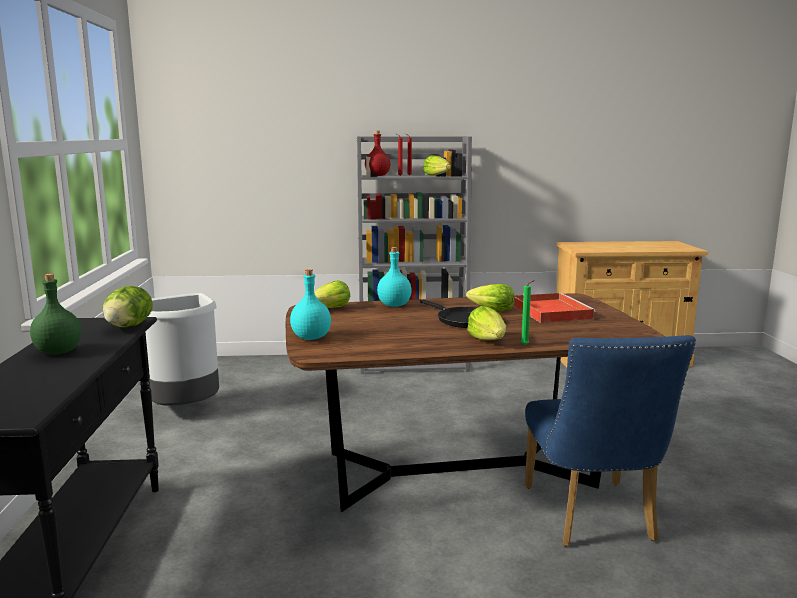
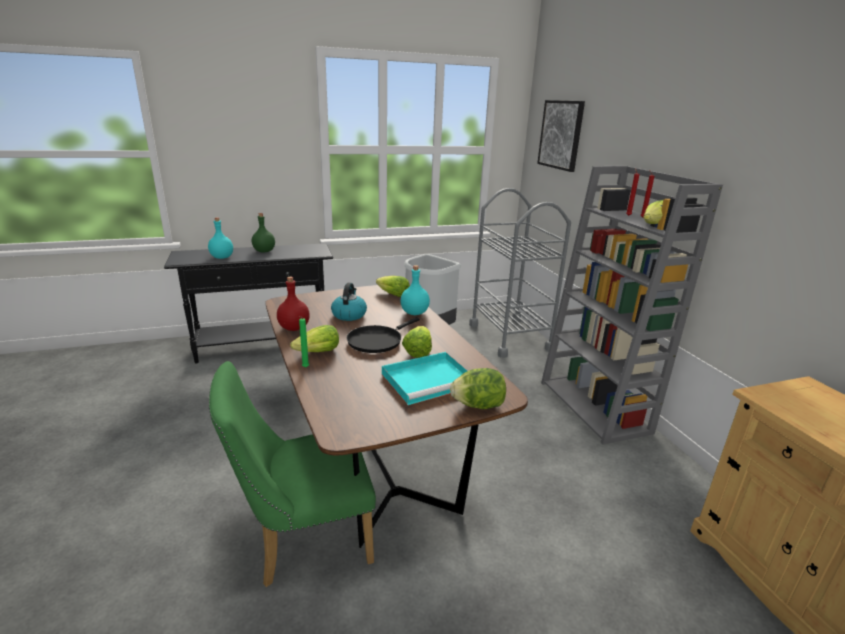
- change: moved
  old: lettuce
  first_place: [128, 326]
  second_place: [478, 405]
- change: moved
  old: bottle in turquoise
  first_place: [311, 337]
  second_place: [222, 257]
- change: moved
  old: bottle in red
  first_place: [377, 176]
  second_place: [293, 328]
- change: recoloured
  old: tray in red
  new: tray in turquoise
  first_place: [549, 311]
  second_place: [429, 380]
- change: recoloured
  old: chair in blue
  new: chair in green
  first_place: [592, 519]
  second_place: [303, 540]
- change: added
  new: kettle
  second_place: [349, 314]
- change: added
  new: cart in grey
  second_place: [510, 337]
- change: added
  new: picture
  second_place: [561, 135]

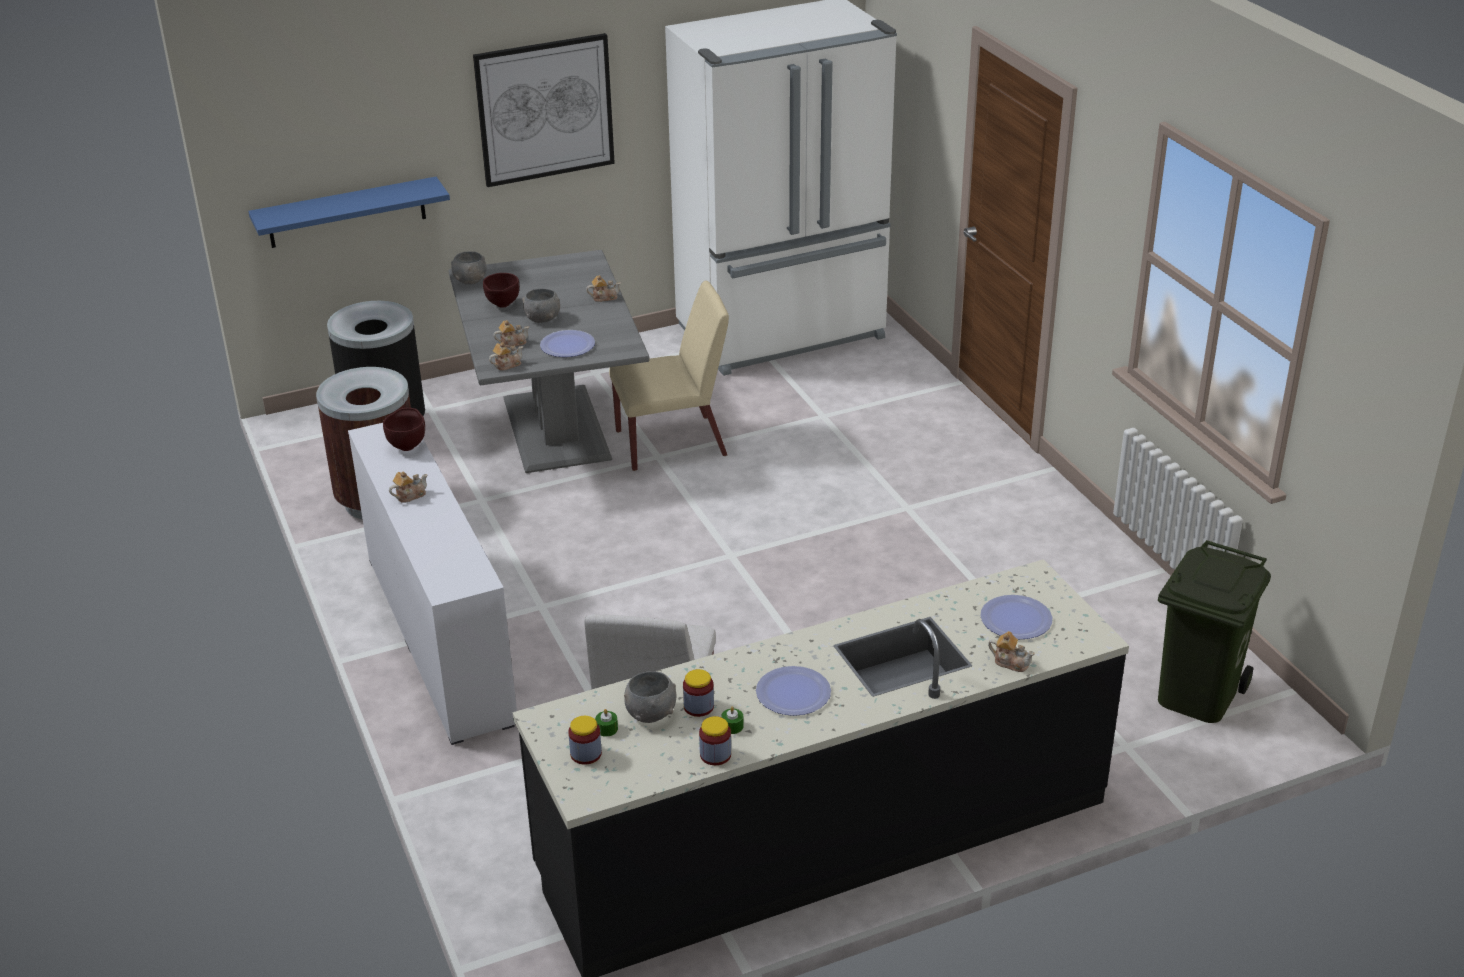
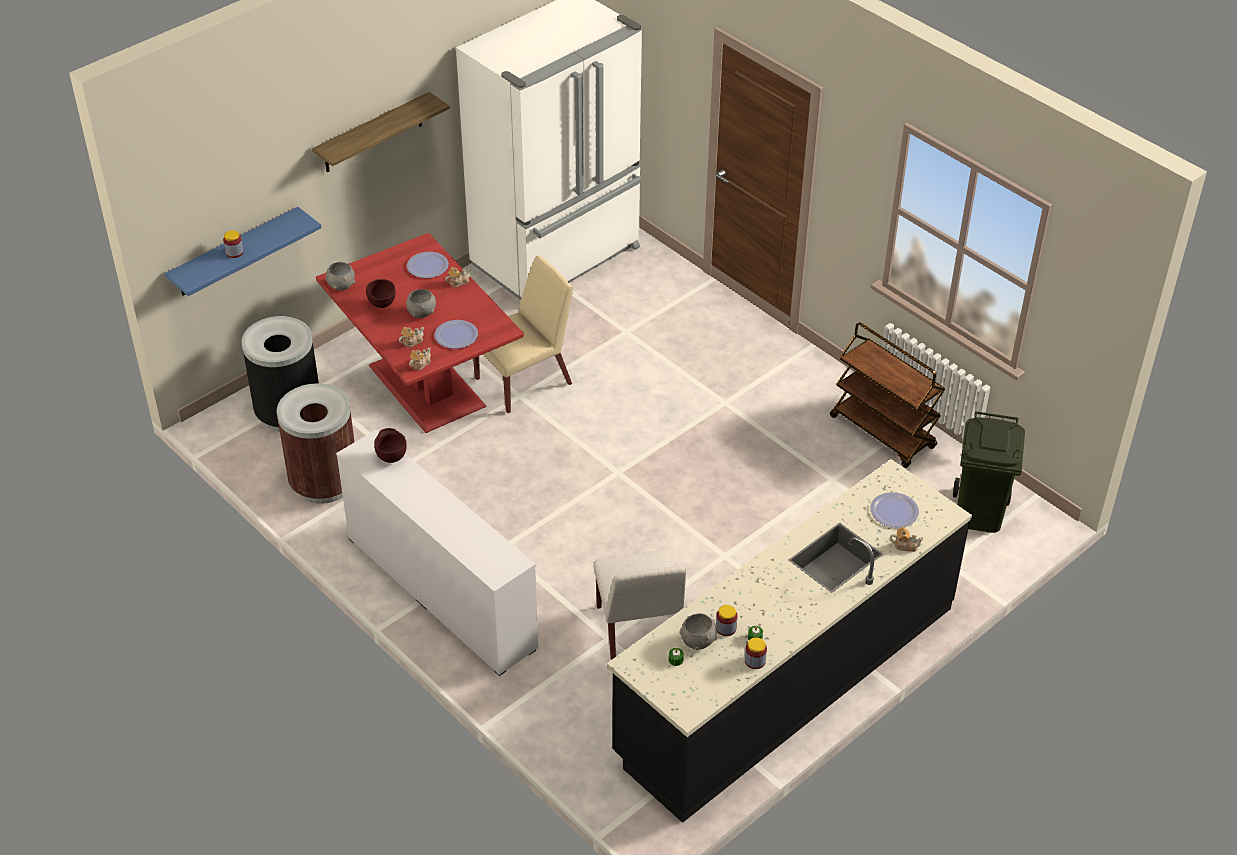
- change: removed
  old: teapot
  first_place: [410, 495]
- change: recoloured
  old: dining table in grey
  new: dining table in red
  first_place: [554, 429]
  second_place: [425, 386]
- change: replaced
  old: picture
  new: shelf
  first_place: [545, 109]
  second_place: [373, 133]
- change: moved
  old: jar
  first_place: [586, 754]
  second_place: [234, 252]
- change: moved
  old: plate
  first_place: [793, 692]
  second_place: [427, 266]
- change: added
  new: cart in brown
  second_place: [883, 432]

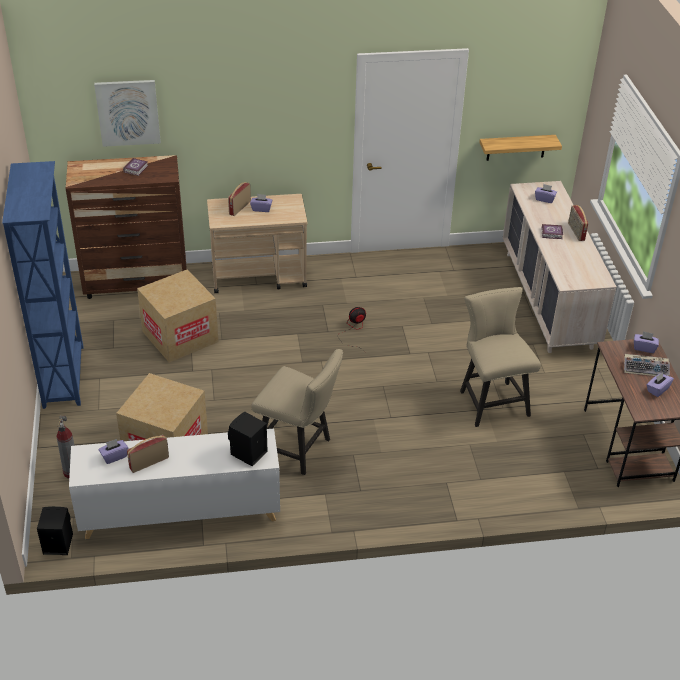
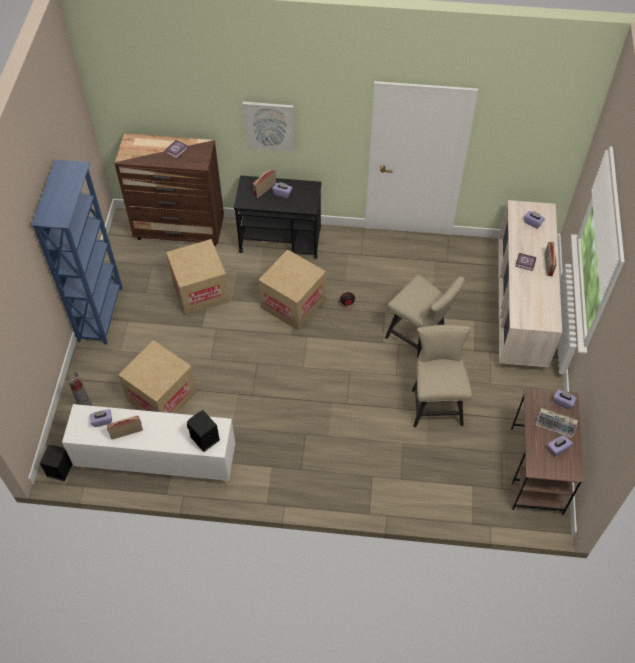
- change: moved
  old: picture
  first_place: [128, 112]
  second_place: [269, 125]
- change: recoloured
  old: cart in beige
  new: cart in black
  first_place: [259, 276]
  second_place: [281, 240]
- change: moved
  old: chair in beige
  first_place: [298, 449]
  second_place: [419, 337]
- change: removed
  old: shelf
  first_place: [516, 147]
- change: added
  new: cardboard box
  second_place: [293, 303]

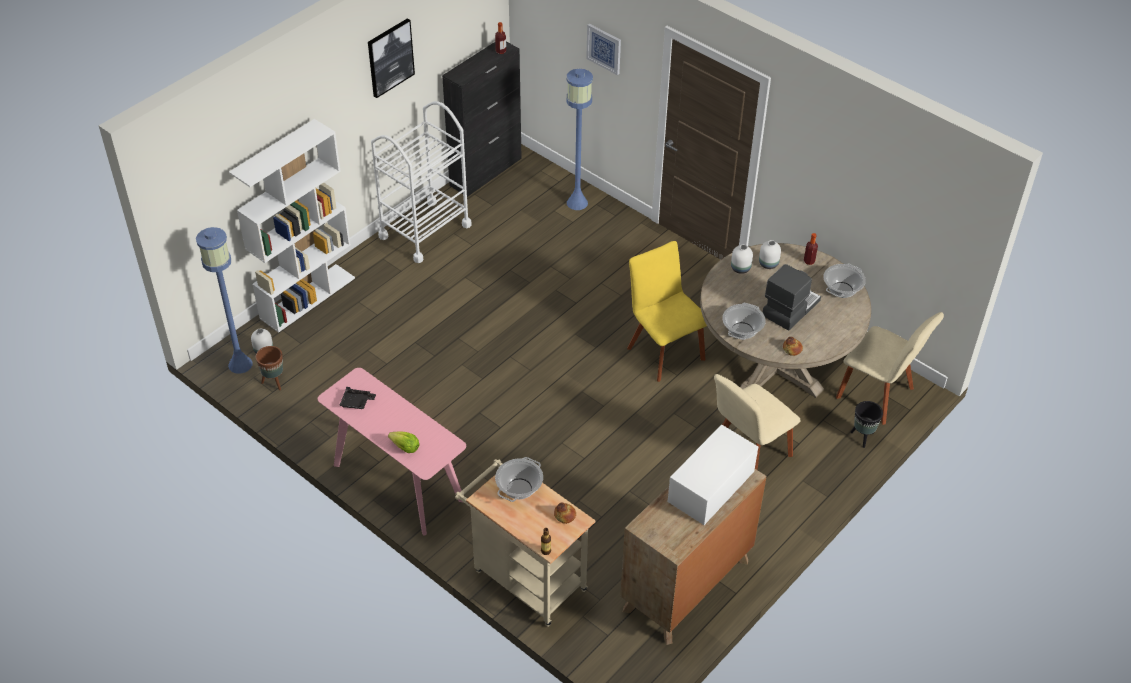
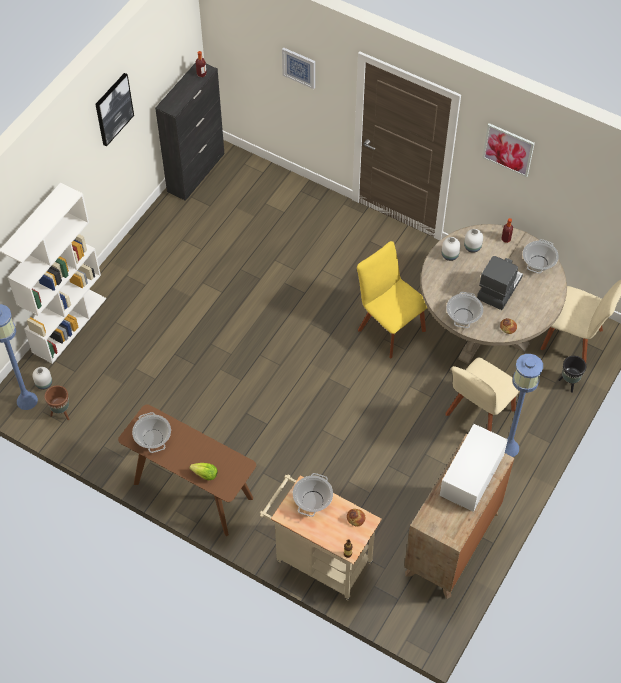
- change: recoloured
  old: console table in pink
  new: console table in brown
  first_place: [398, 482]
  second_place: [192, 491]
- change: replaced
  old: tray in black
  new: cooking pot
  first_place: [357, 402]
  second_place: [153, 438]
- change: removed
  old: cart in white
  first_place: [425, 231]
- change: moved
  old: floor lamp in blue
  first_place: [577, 203]
  second_place: [508, 447]
- change: added
  new: picture
  second_place: [508, 149]

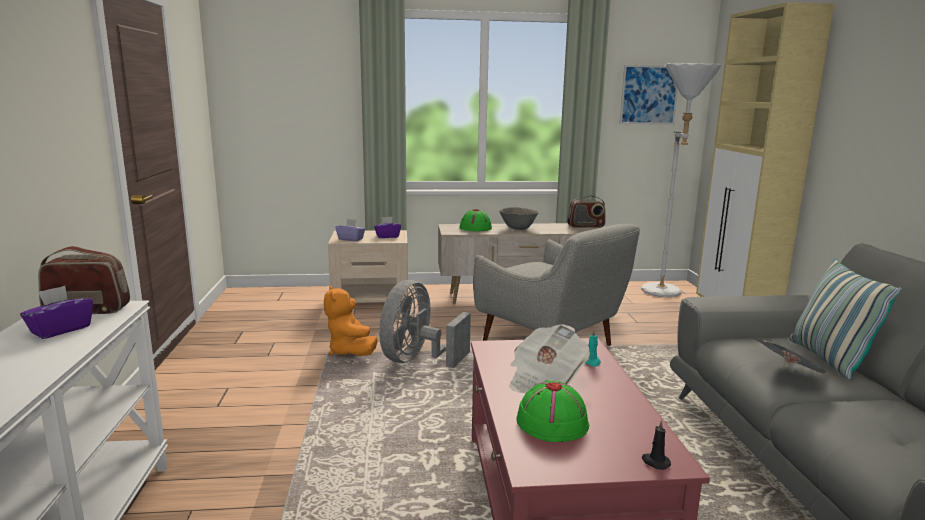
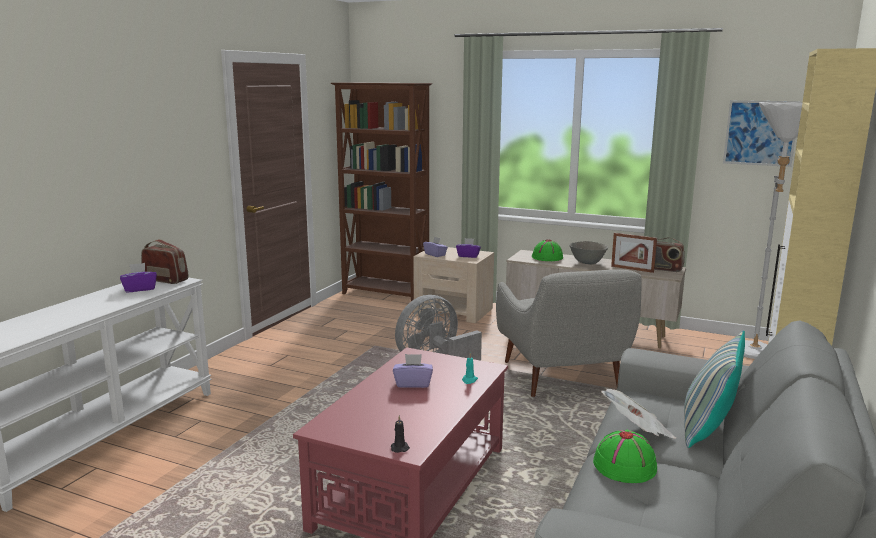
- change: removed
  old: plush toy in orange
  first_place: [350, 352]
- change: replaced
  old: newspaper
  new: tissue box in purple
  first_place: [544, 380]
  second_place: [413, 383]
- change: moved
  old: hat in green
  first_place: [552, 422]
  second_place: [625, 465]
- change: added
  new: bookcase in brown
  second_place: [385, 294]
- change: added
  new: picture frame
  second_place: [632, 269]

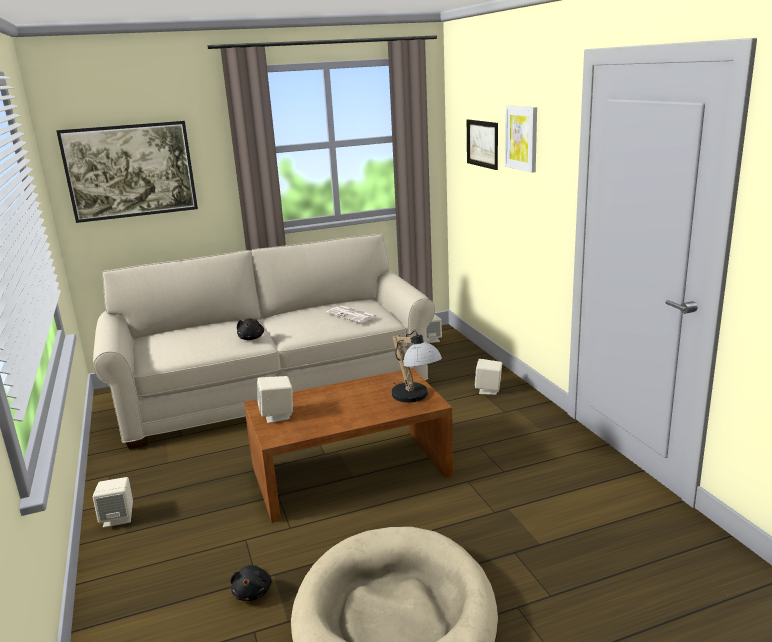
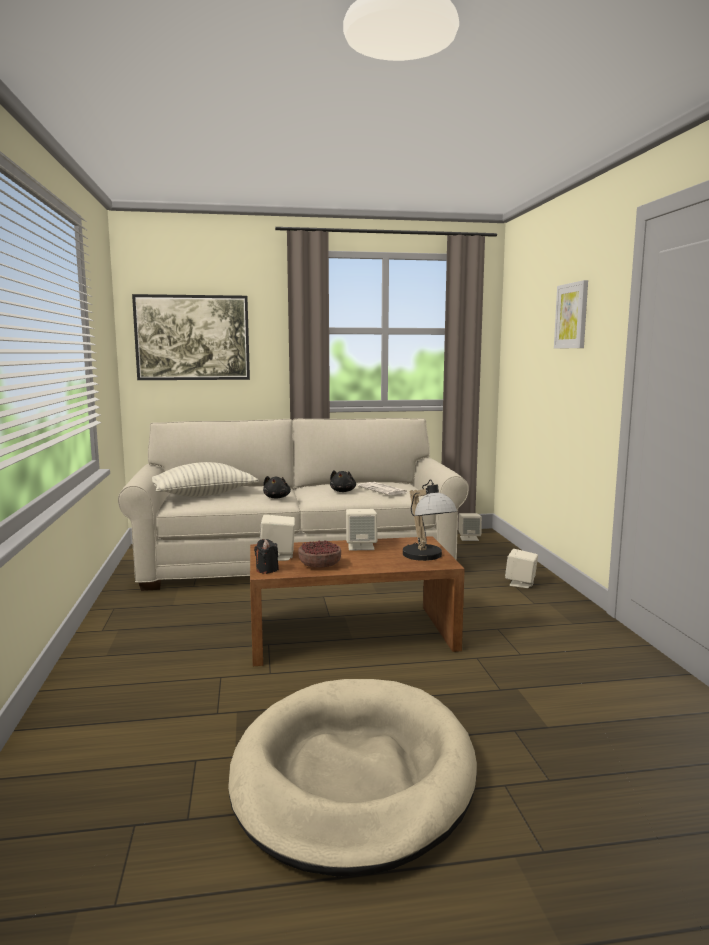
- change: moved
  old: speaker in beige
  first_place: [118, 518]
  second_place: [361, 546]
- change: moved
  old: plush toy in black
  first_place: [253, 592]
  second_place: [343, 491]
- change: removed
  old: picture
  first_place: [482, 143]
- change: added
  new: pillow
  second_place: [203, 495]
- change: added
  new: candle in black
  second_place: [267, 570]
- change: added
  new: bowl
  second_place: [320, 565]

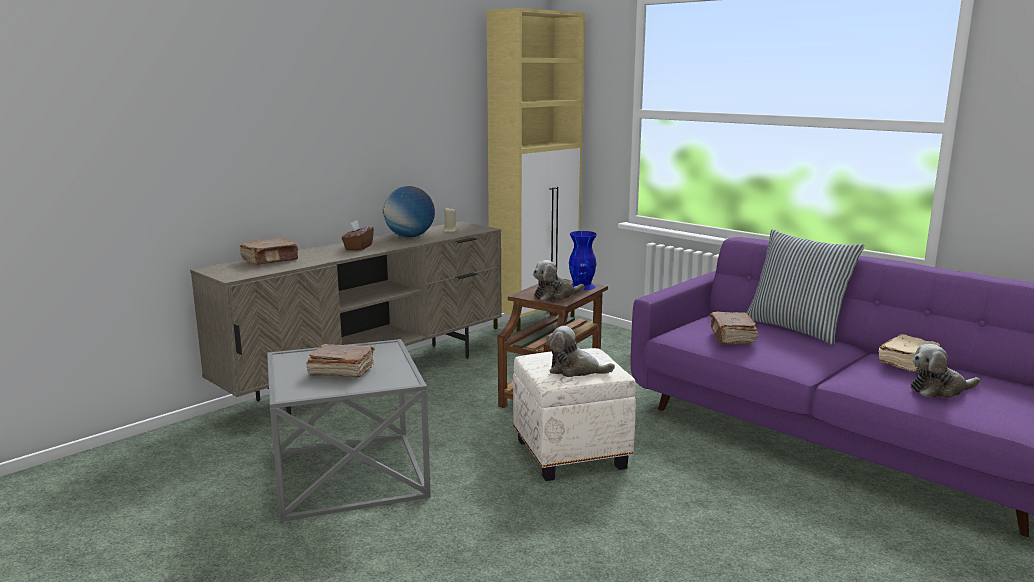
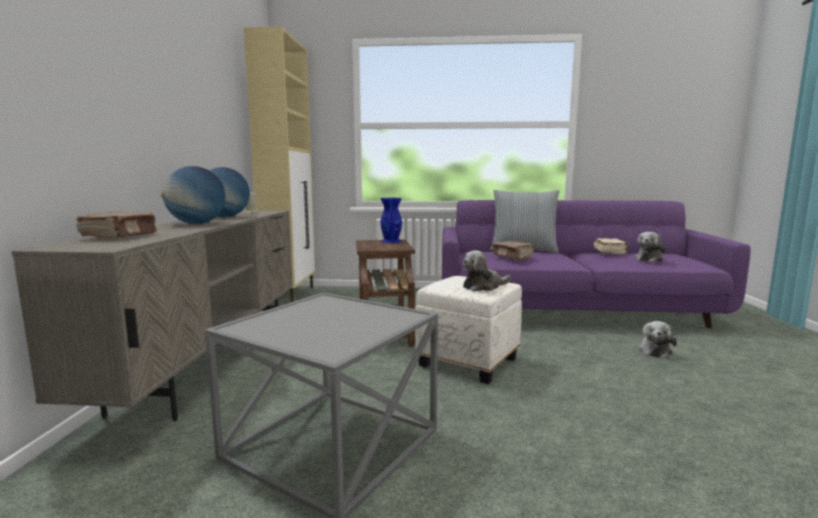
- change: removed
  old: book in brown
  first_place: [341, 371]
- change: replaced
  old: tissue box in brown
  new: globe
  first_place: [358, 247]
  second_place: [197, 223]
- change: moved
  old: plush toy
  first_place: [555, 296]
  second_place: [654, 350]

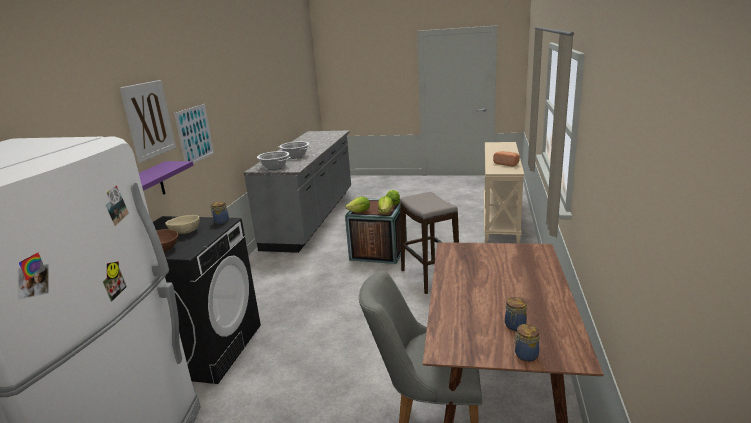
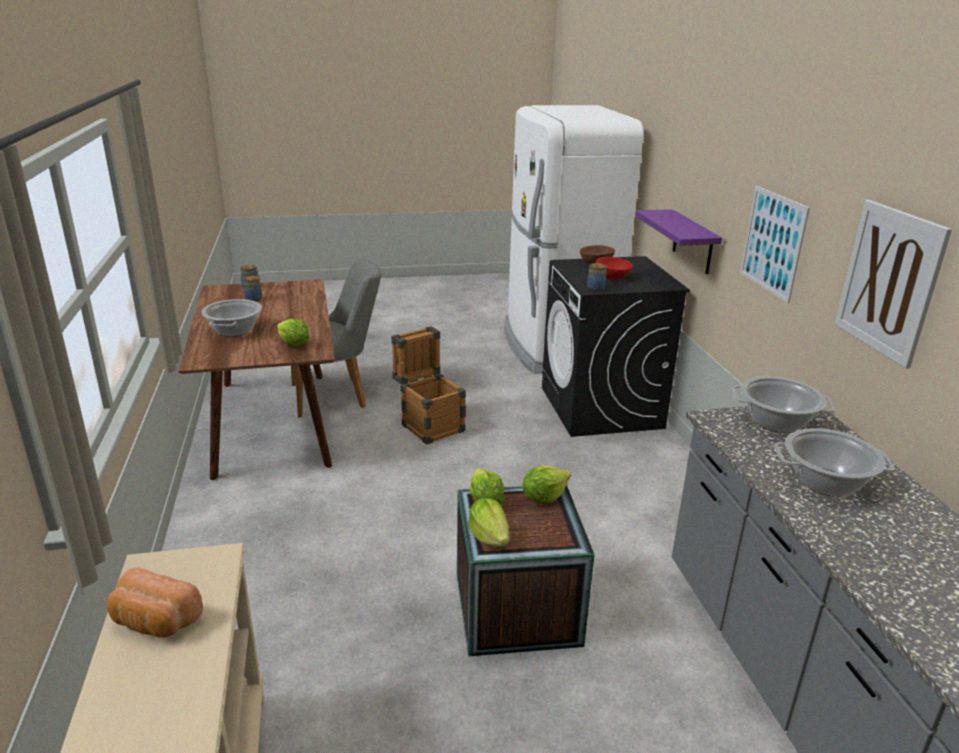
- change: moved
  old: picture
  first_place: [149, 120]
  second_place: [889, 281]
- change: recoloured
  old: bowl in beige
  new: bowl in red
  first_place: [185, 232]
  second_place: [611, 277]
- change: removed
  old: stool
  first_place: [429, 277]
- change: added
  new: cooking pot
  second_place: [234, 330]
- change: added
  new: lettuce
  second_place: [293, 345]
- change: added
  new: crate
  second_place: [429, 424]

